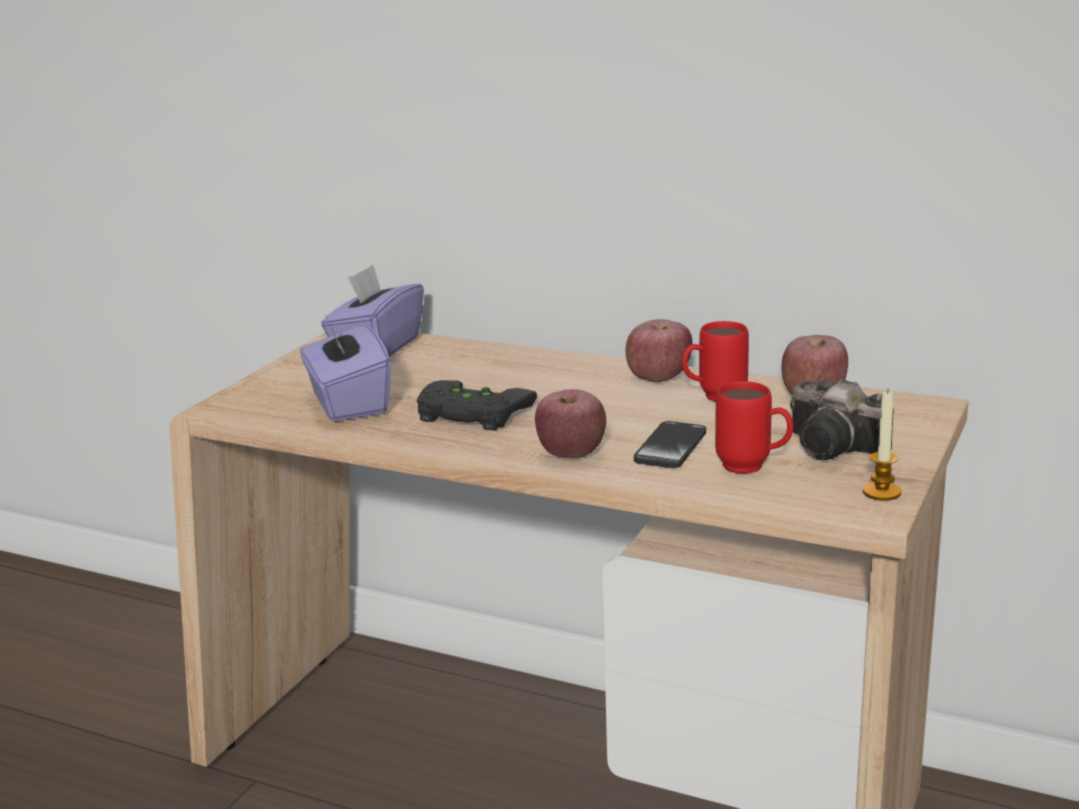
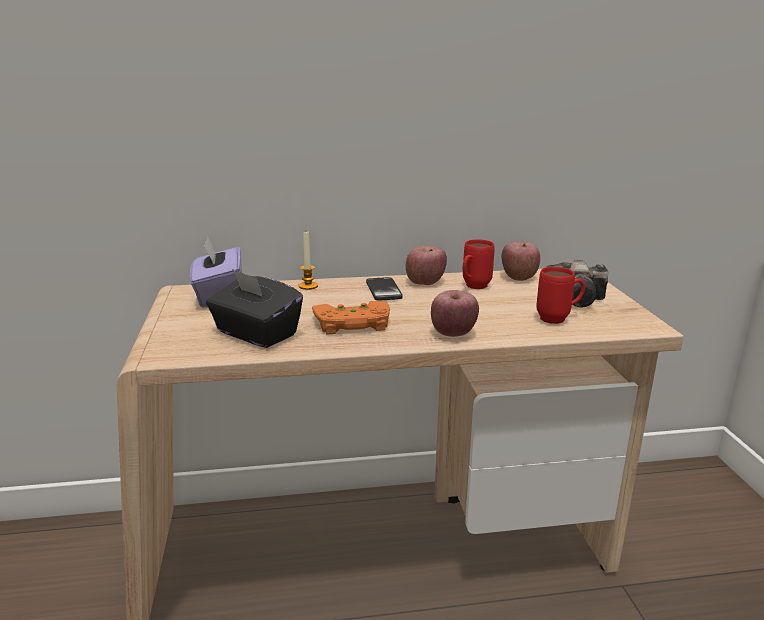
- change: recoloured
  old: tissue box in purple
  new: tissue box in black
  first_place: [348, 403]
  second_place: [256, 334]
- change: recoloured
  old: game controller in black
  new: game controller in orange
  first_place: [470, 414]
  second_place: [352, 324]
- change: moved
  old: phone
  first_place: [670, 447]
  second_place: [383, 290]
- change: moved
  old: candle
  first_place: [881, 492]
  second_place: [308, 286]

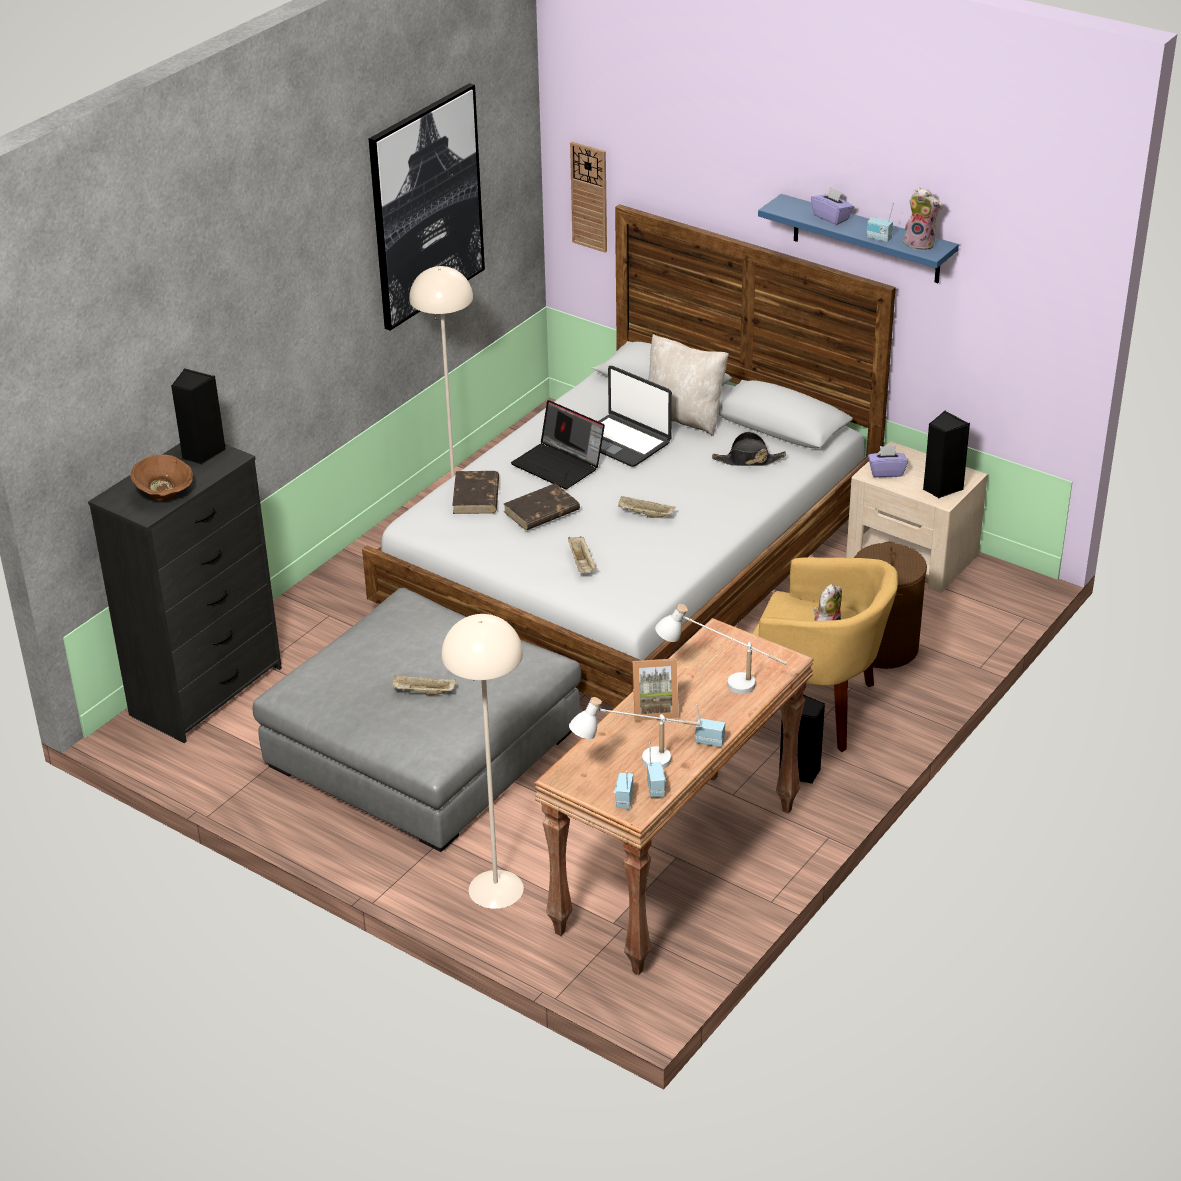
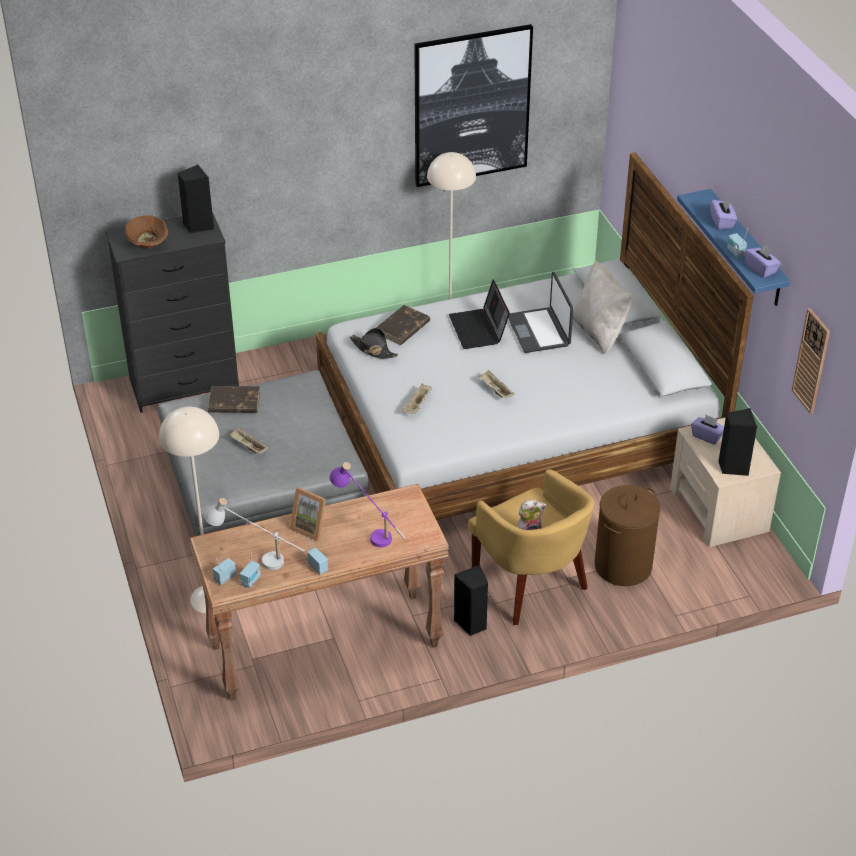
- change: moved
  old: book in brown
  first_place: [541, 511]
  second_place: [233, 402]
- change: moved
  old: wall clock
  first_place: [589, 196]
  second_place: [811, 361]
- change: recoloured
  old: table lamp in white
  new: table lamp in purple
  first_place: [720, 683]
  second_place: [369, 531]
- change: moved
  old: hat in black
  first_place: [748, 460]
  second_place: [373, 349]
- change: replaced
  old: plush toy
  new: tissue box in purple
  first_place: [920, 244]
  second_place: [761, 269]

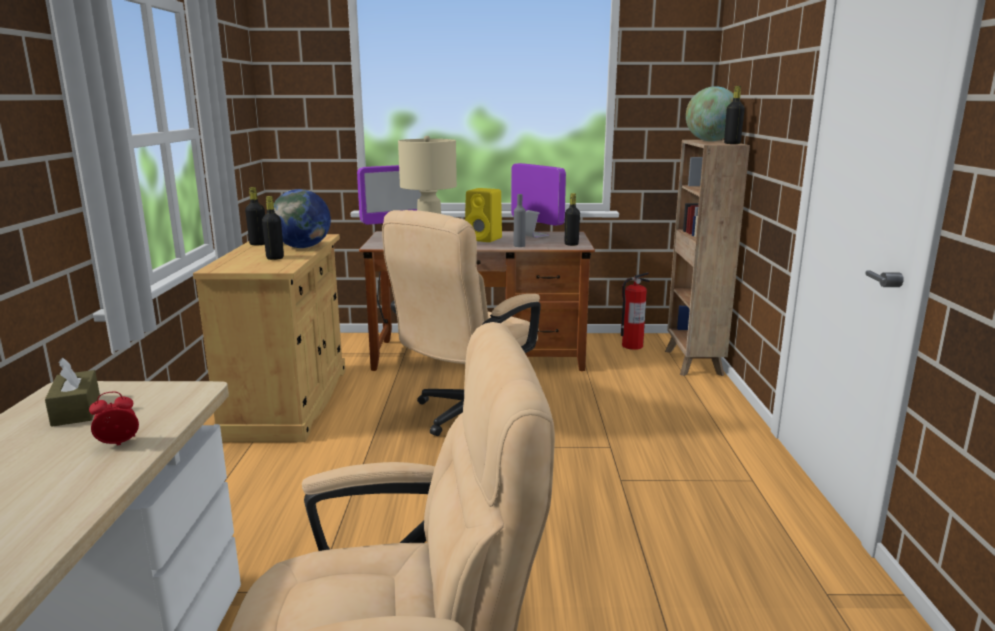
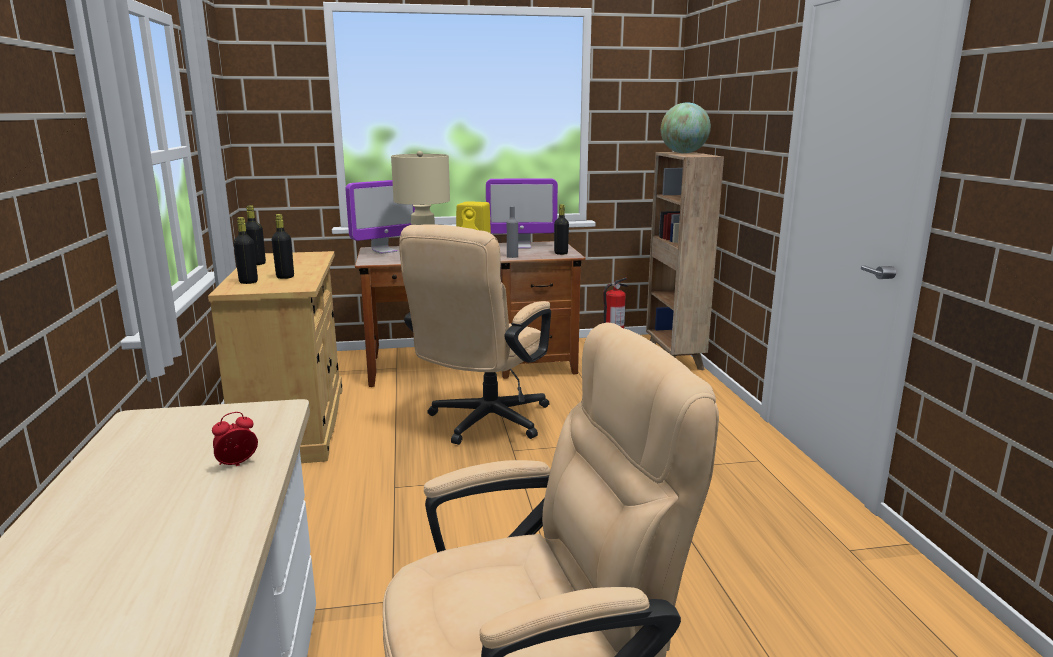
- change: removed
  old: tissue box in brown
  first_place: [76, 410]
- change: removed
  old: globe
  first_place: [303, 247]
- change: turned
  old: monitor
  first_place: [535, 236]
  second_place: [521, 246]
  degrees: 135
- change: moved
  old: bottle in black
  first_place: [732, 143]
  second_place: [248, 282]

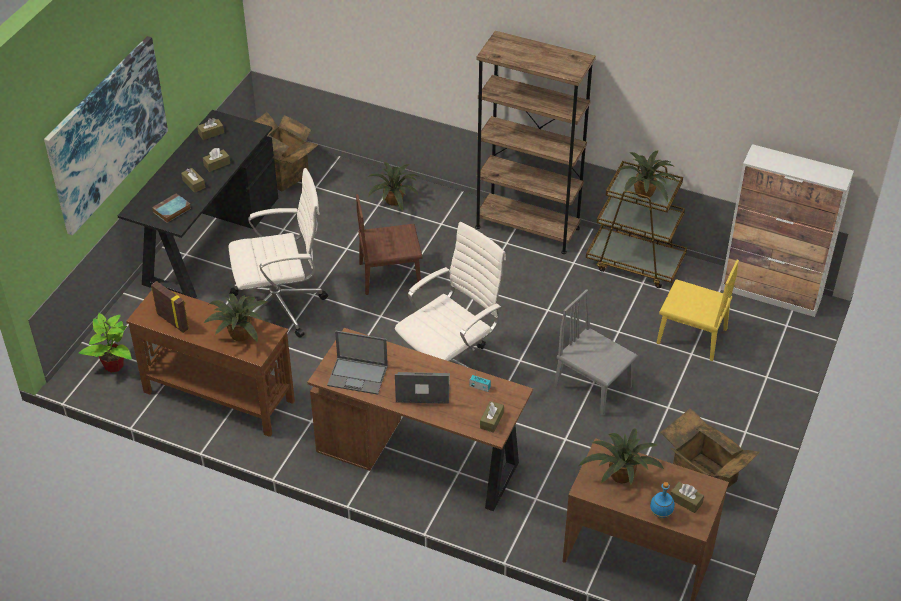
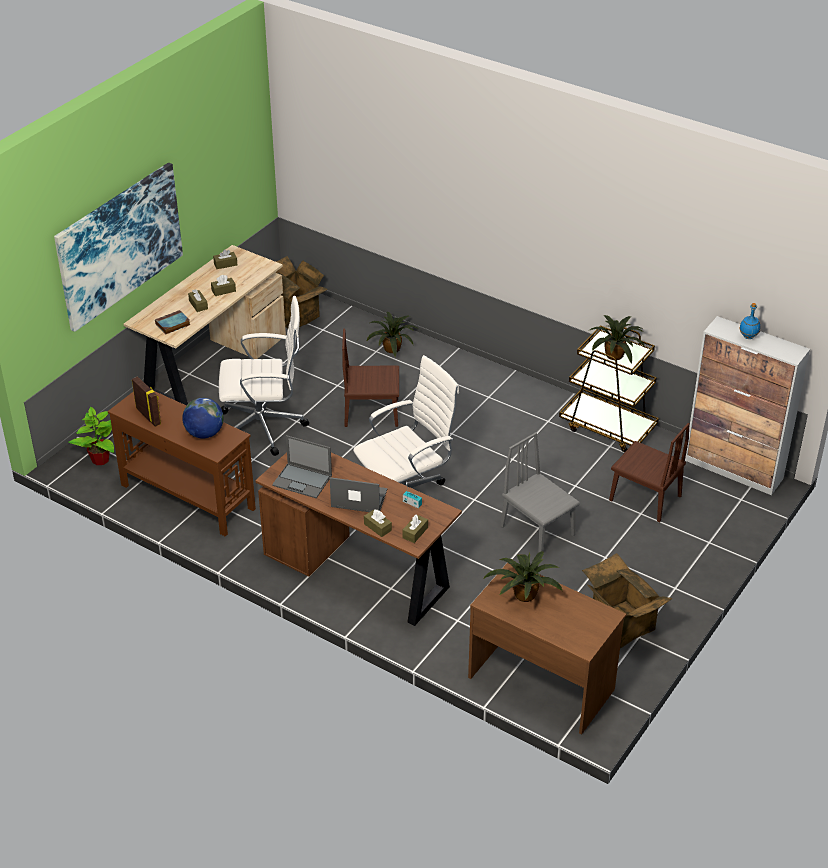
- change: recoloured
  old: desk in black
  new: desk in beige
  first_place: [208, 241]
  second_place: [212, 365]
- change: replaced
  old: potted plant
  new: globe
  first_place: [238, 334]
  second_place: [204, 433]
- change: removed
  old: bookcase in brown
  first_place: [527, 227]
- change: moved
  old: bottle in blue
  first_place: [661, 514]
  second_place: [748, 337]
- change: recoloured
  old: chair in yellow
  new: chair in brown
  first_place: [691, 336]
  second_place: [645, 498]
- change: moved
  old: tissue box in brown
  first_place: [686, 501]
  second_place: [377, 527]

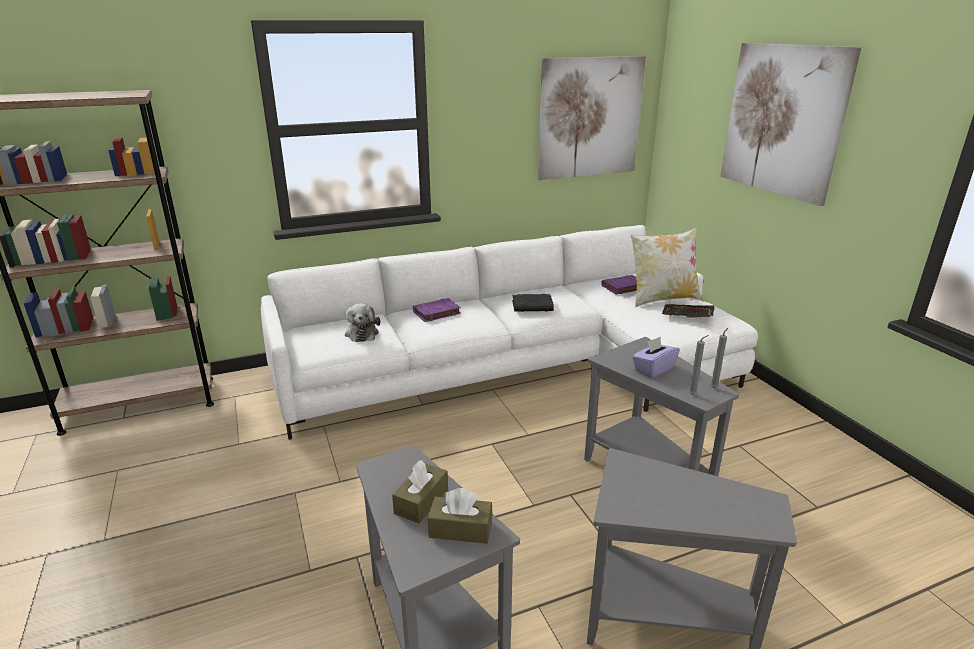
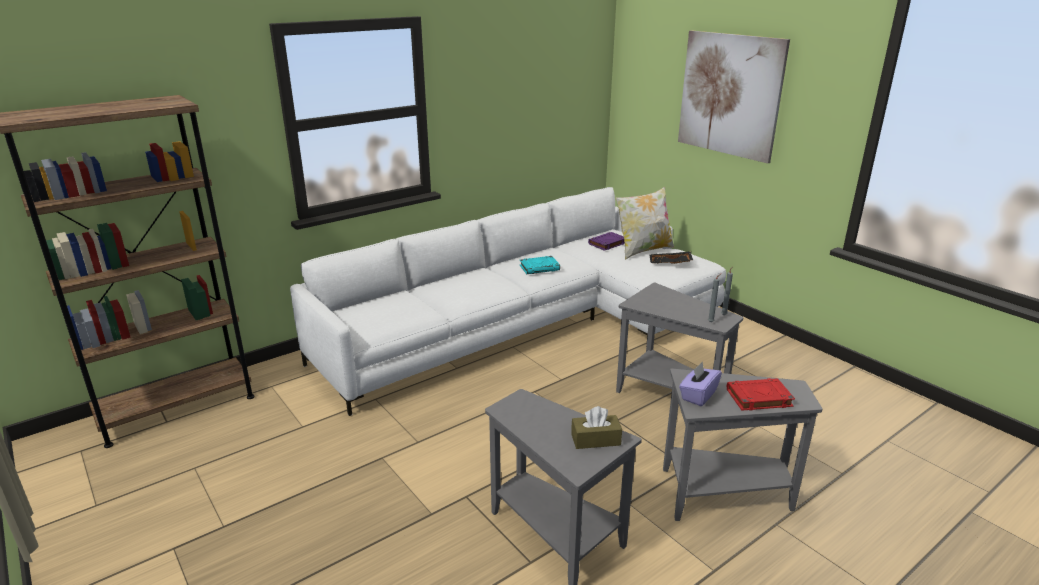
- change: removed
  old: plush toy
  first_place: [362, 333]
- change: removed
  old: tissue box in brown
  first_place: [421, 501]
- change: removed
  old: book in purple
  first_place: [436, 313]
- change: recoloured
  old: book in black
  new: book in turquoise
  first_place: [533, 306]
  second_place: [539, 268]
- change: removed
  old: picture
  first_place: [590, 118]
- change: moved
  old: tissue box in purple
  first_place: [653, 369]
  second_place: [698, 395]
- change: added
  new: book in red
  second_place: [758, 398]

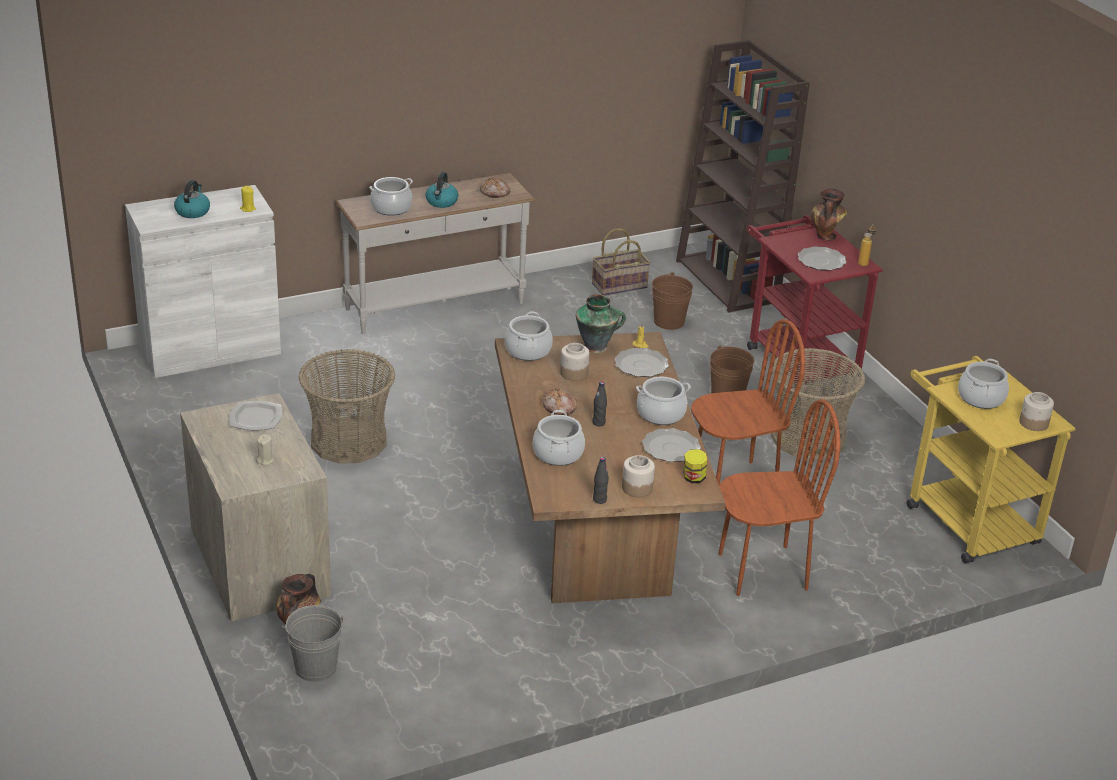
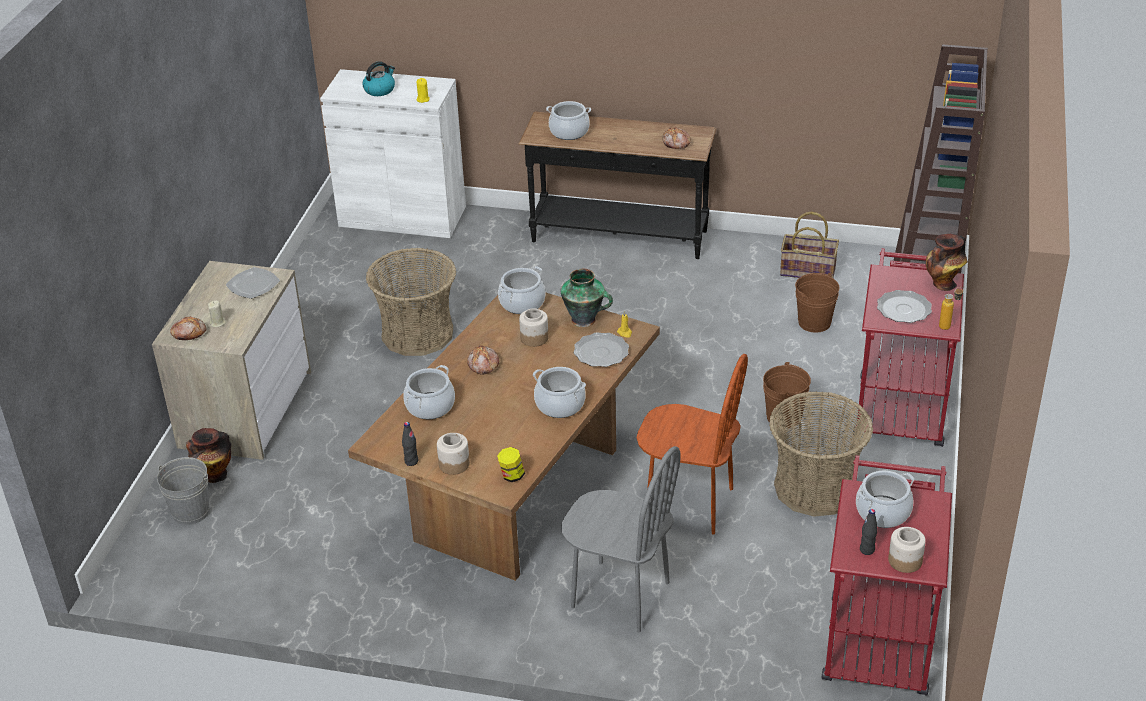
- change: recoloured
  old: console table in white
  new: console table in black
  first_place: [435, 307]
  second_place: [619, 237]
- change: removed
  old: kettle
  first_place: [441, 202]
- change: moved
  old: bottle in black
  first_place: [598, 423]
  second_place: [867, 550]
- change: removed
  old: plate
  first_place: [671, 448]
- change: recoloured
  old: chair in brown
  new: chair in grey
  first_place: [762, 571]
  second_place: [620, 595]
- change: recoloured
  old: cart in yellow
  new: cart in red
  first_place: [964, 518]
  second_place: [878, 634]
- change: added
  new: bread
  second_place: [188, 333]

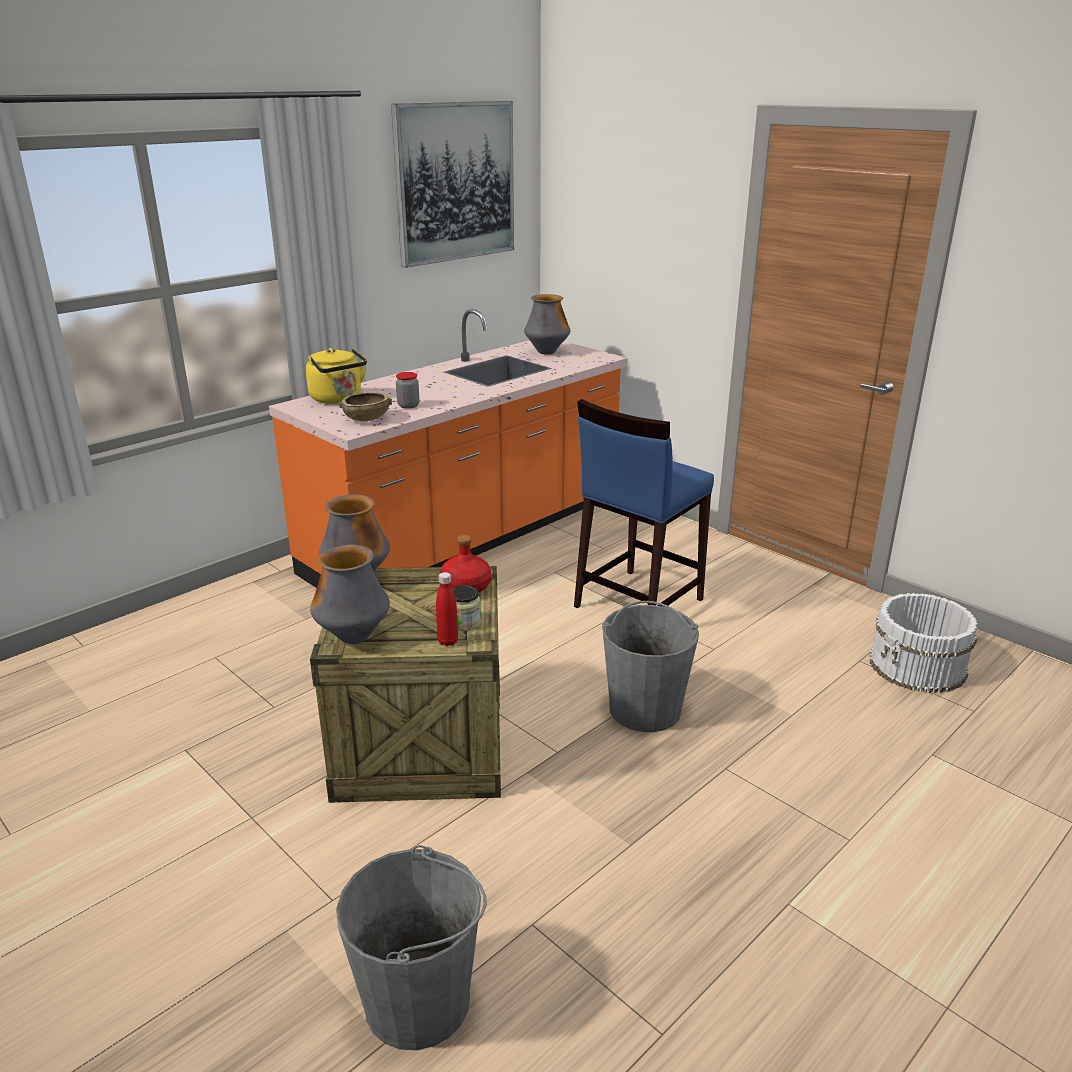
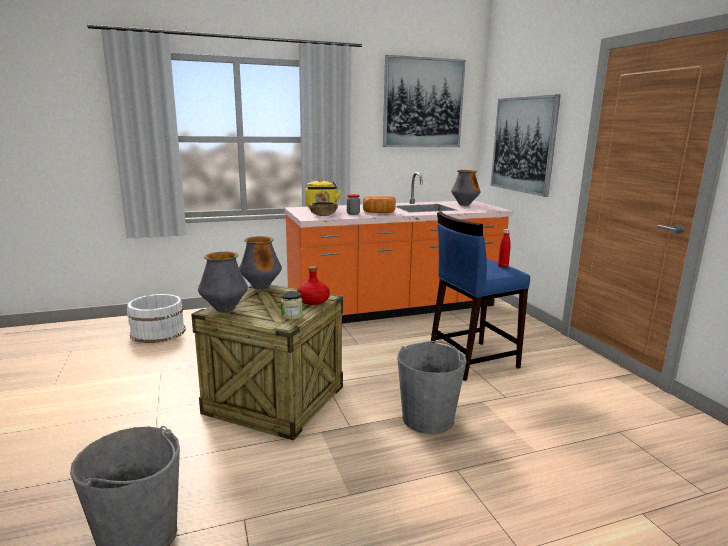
- change: moved
  old: bottle in red
  first_place: [448, 641]
  second_place: [503, 267]
- change: moved
  old: bucket in white
  first_place: [918, 666]
  second_place: [157, 332]
- change: added
  new: bread
  second_place: [378, 213]
- change: added
  new: picture
  second_place: [523, 145]

